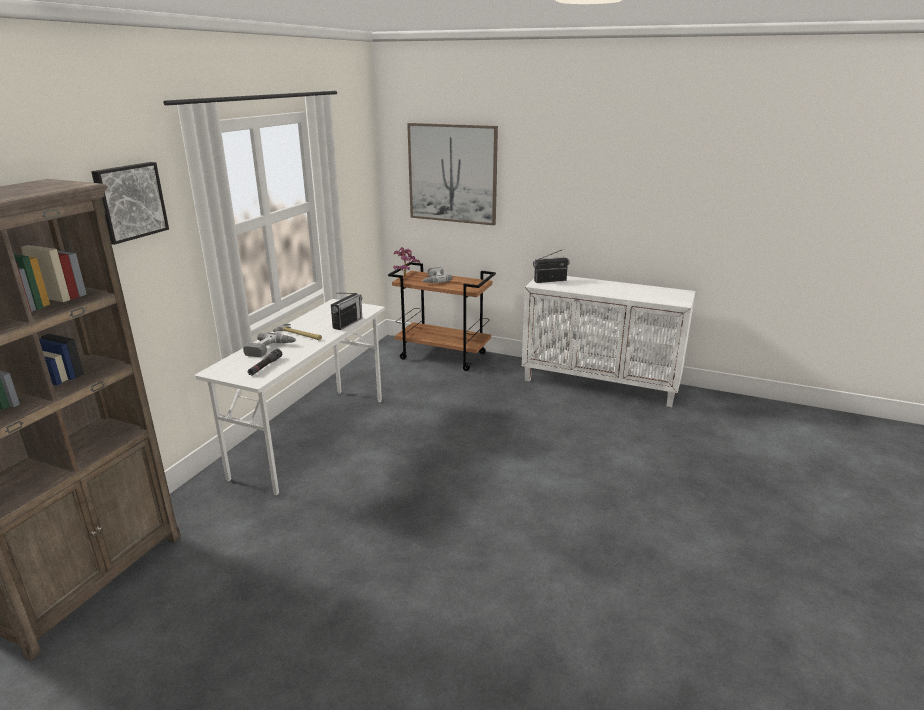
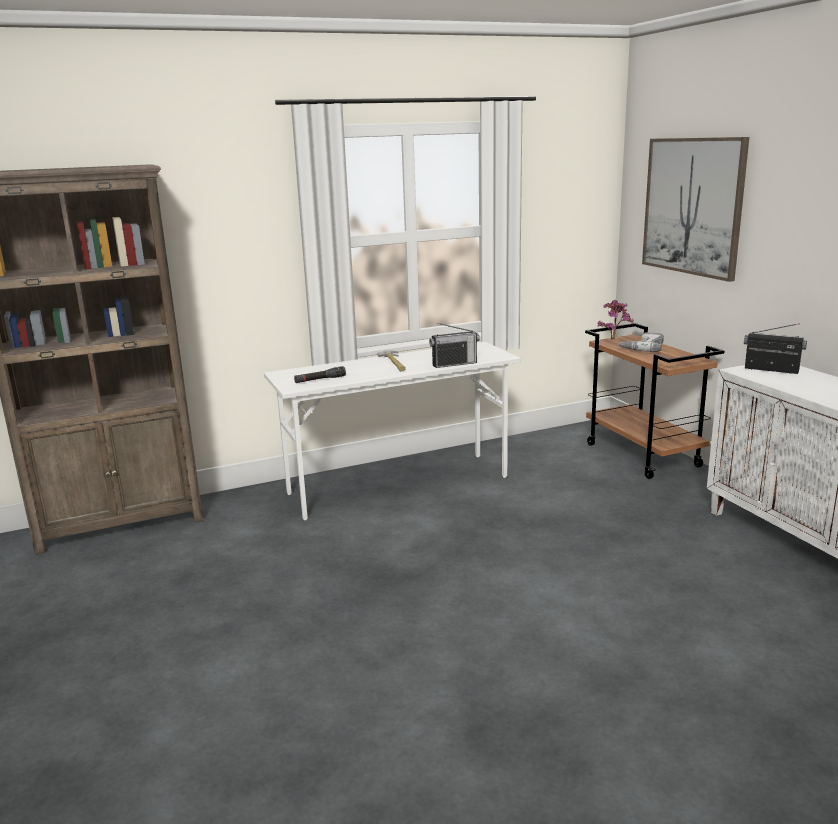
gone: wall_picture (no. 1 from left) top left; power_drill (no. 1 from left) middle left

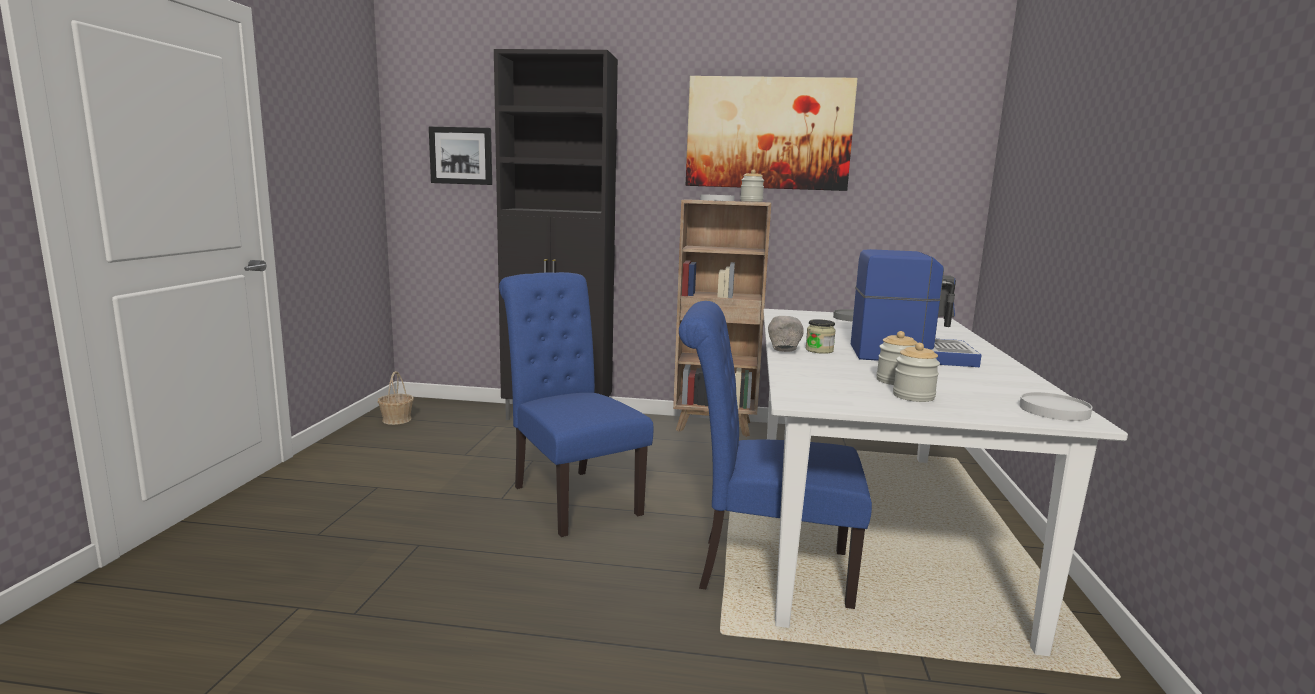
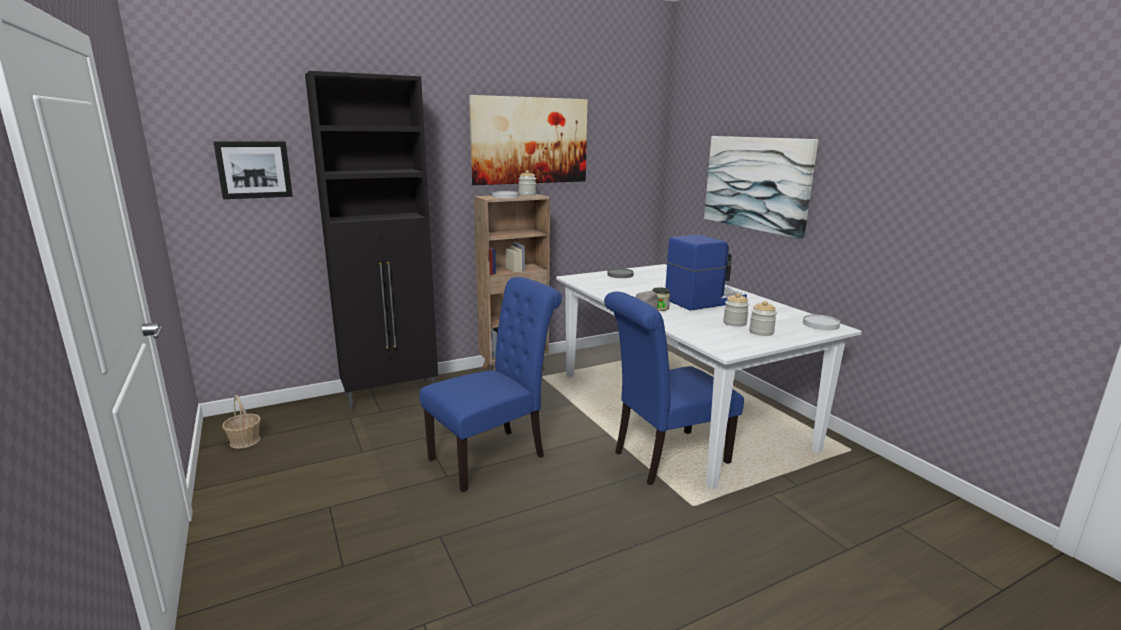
new: wall_picture (no. 3 from left) top right
rotated: blue-coloured_chair (no. 1 from left) centre = centre 120 degrees clockwise

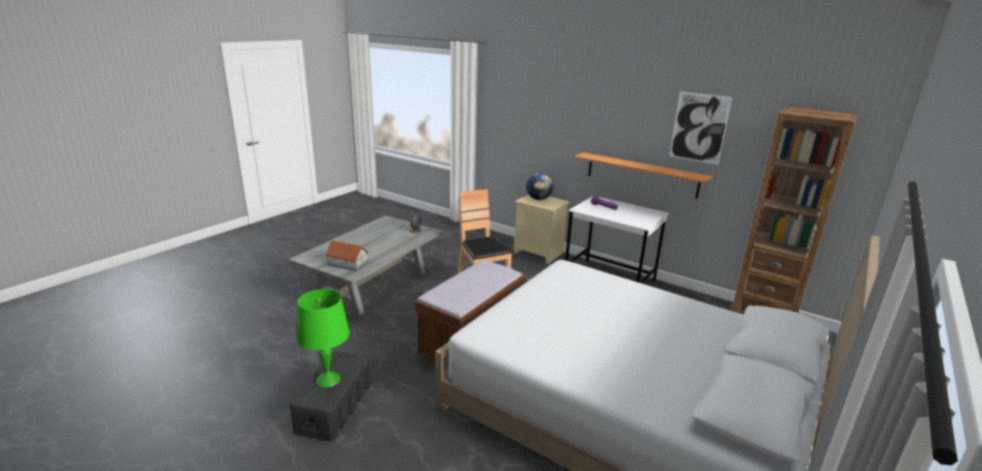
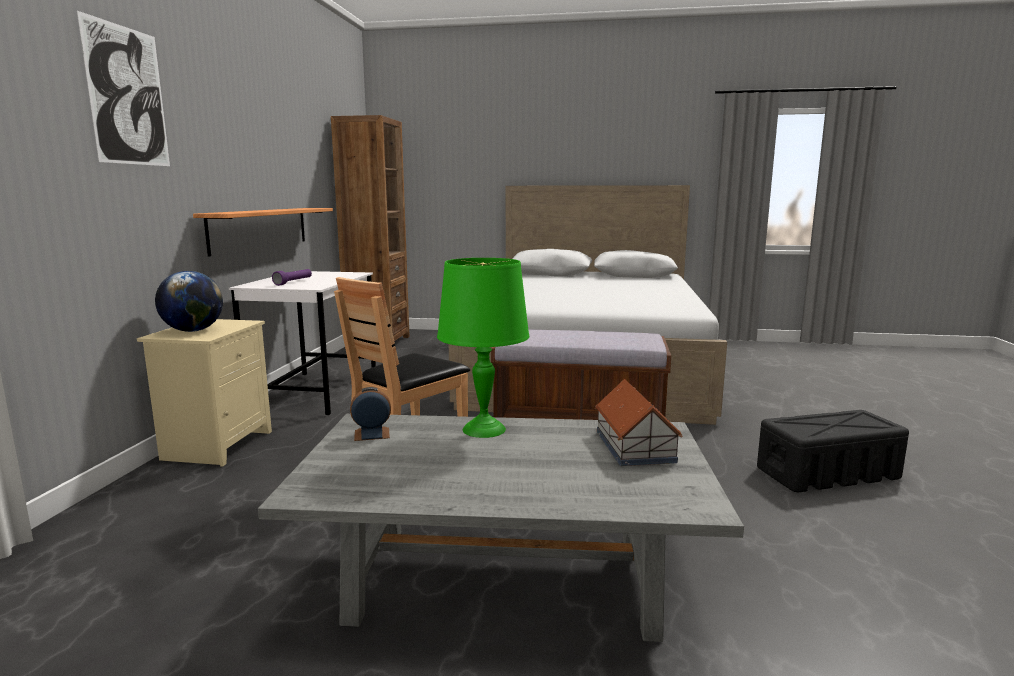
shifted: wall_picture top right to top left; greenish_table_lamp bottom left to centre

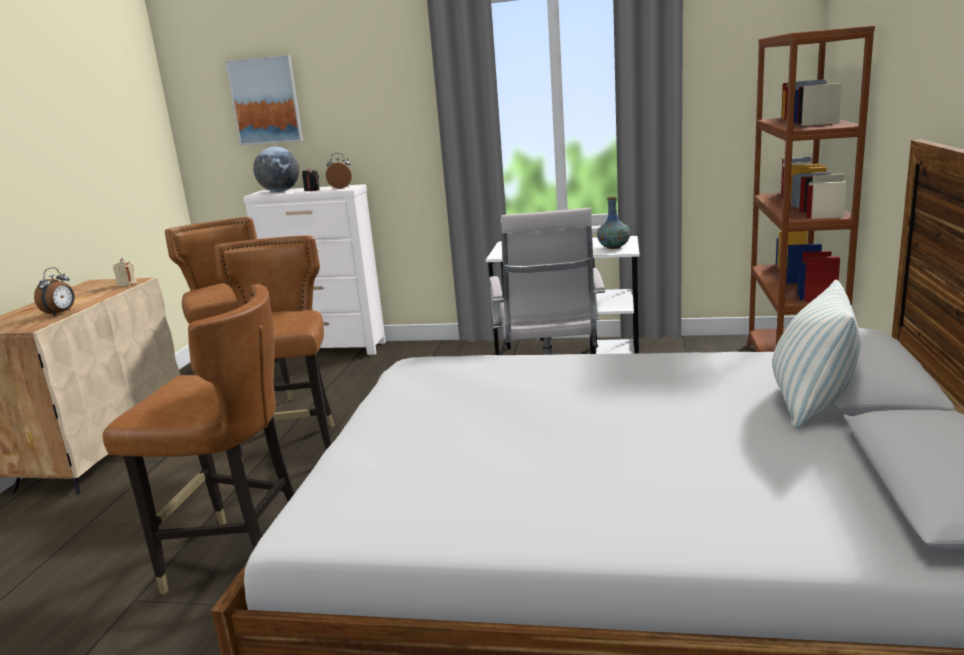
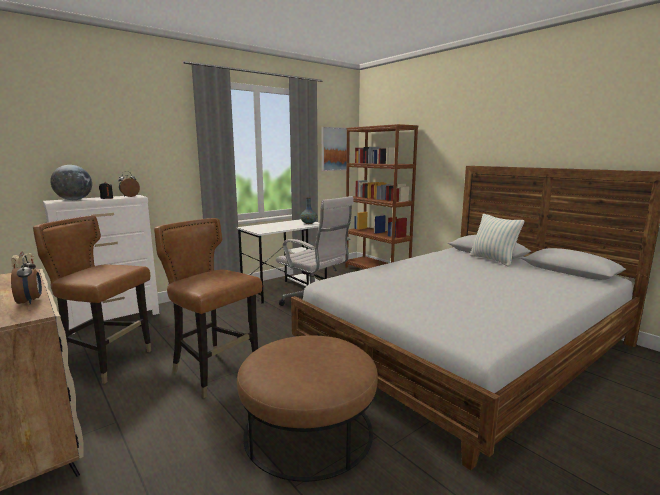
shifted: wall_picture top left to top centre
swapped: brown-coloured_chair (no. 1 from left) bottom left to brown-coloured_ottoman bottom centre

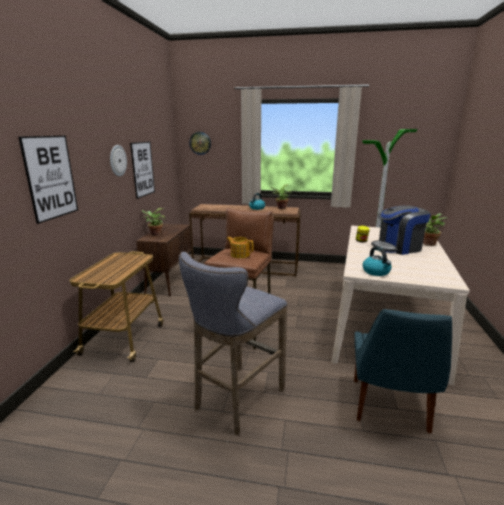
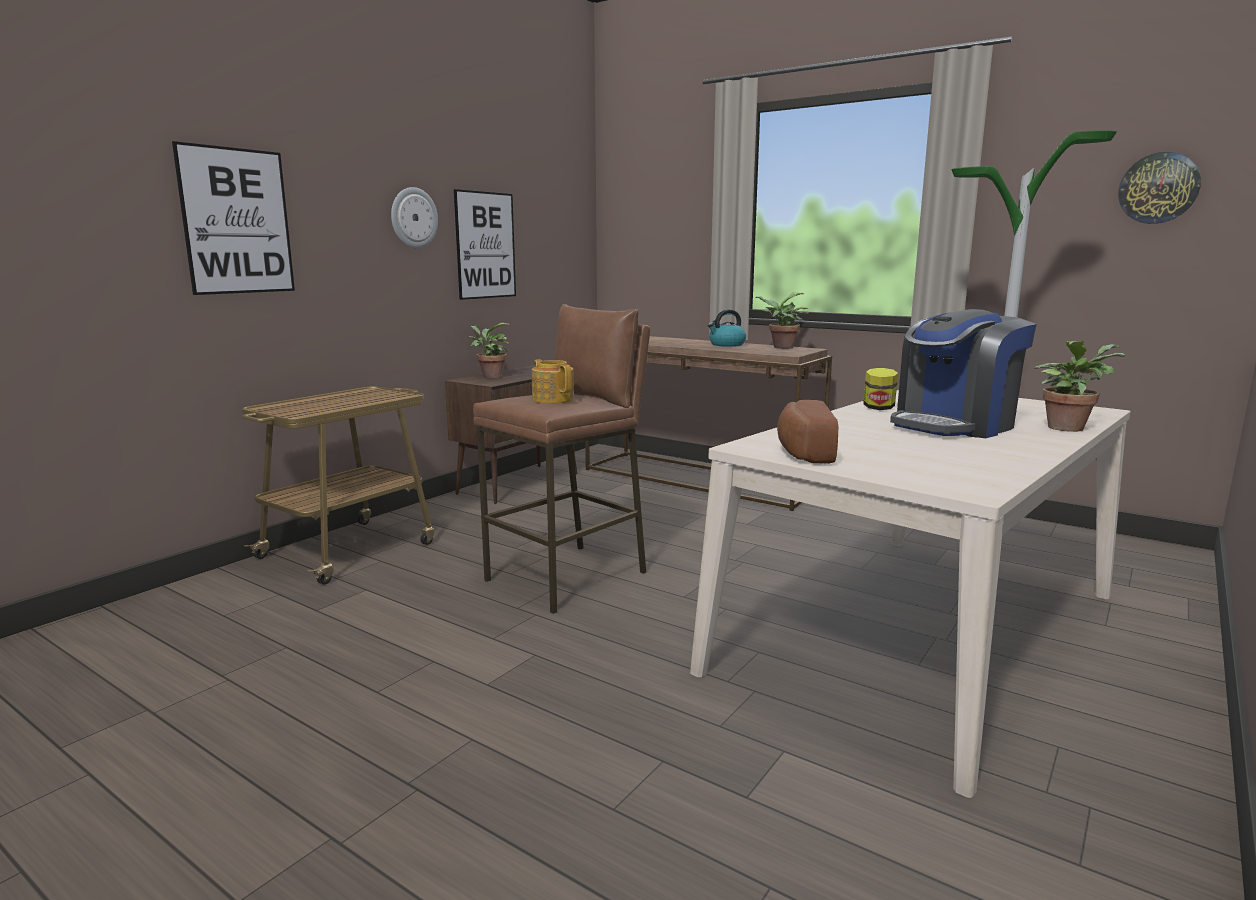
gone: gray_stool_seat bottom centre; blue-coloured_chair bottom right
shifted: wall_clock (no. 2 from left) top centre to top right
swapped: kettle (no. 2 from left) middle right to baked_bread centre
rotated: coffee_maker middle right = middle right 45 degrees counterclockwise

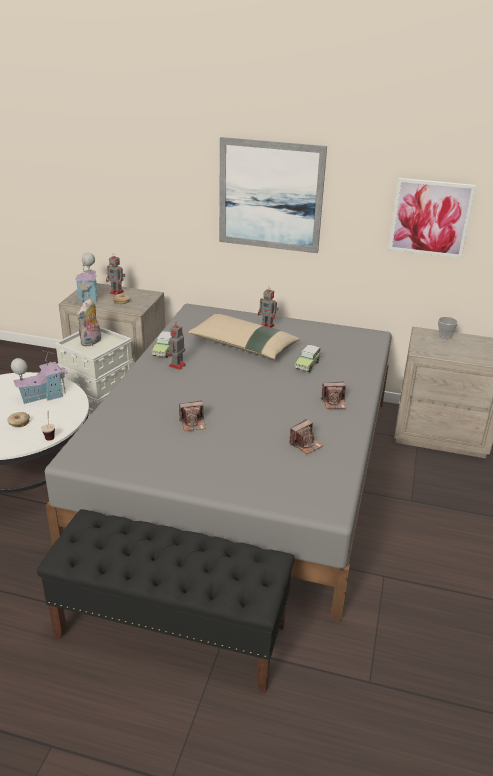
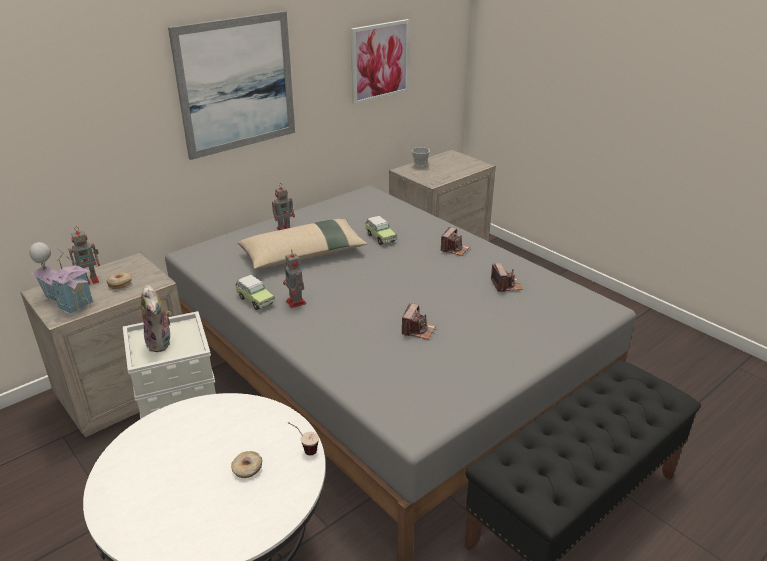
gone: miniature_house (no. 1 from left) middle left

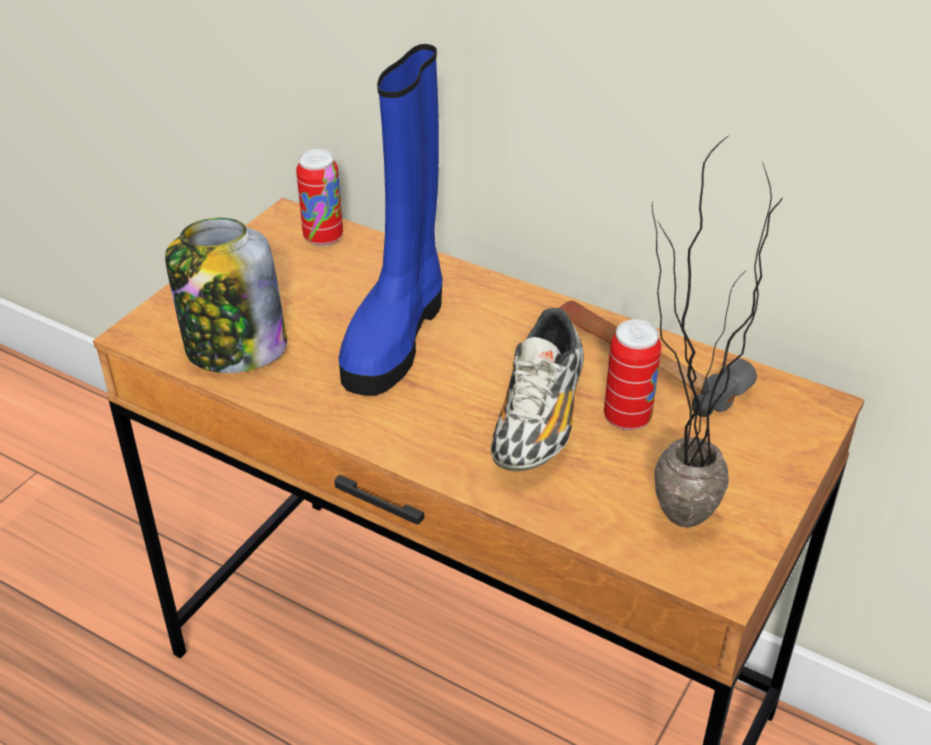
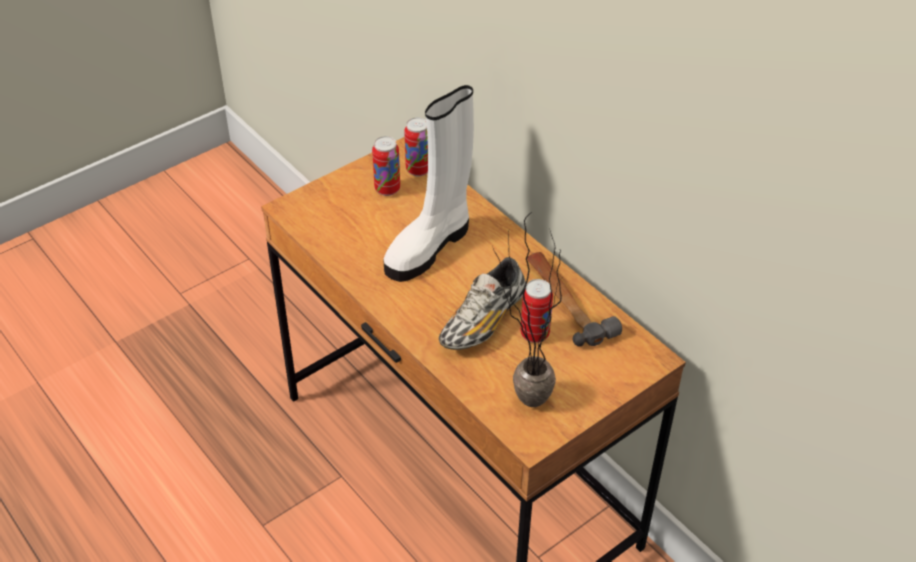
gone: jar middle left
new: sealed_can (no. 1 from left) top centre
repainted: blue-coloured_boot top centre to white-coloured_boot top centre

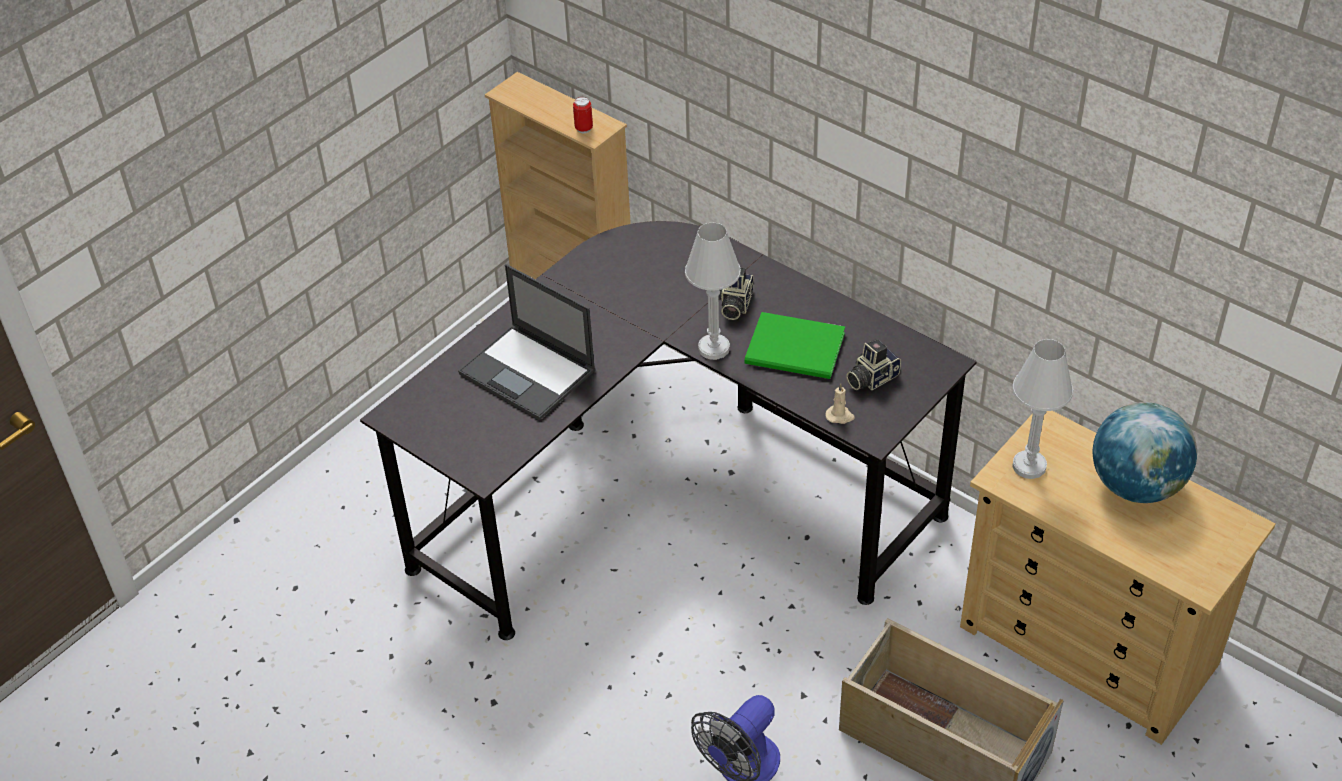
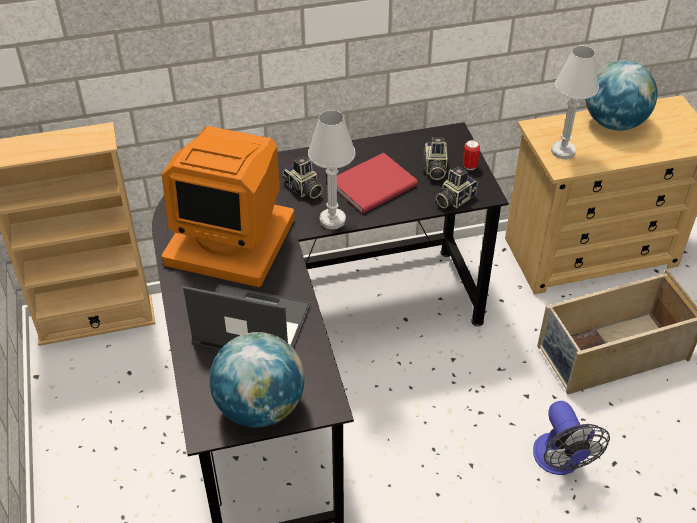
new: computer_display middle left; globe (no. 1 from left) bottom centre
shifted: sealed_can top centre to top right
swapped: beige-coloured_candle centre to still_camera (no. 3 from left) centre
repainted: greenish_volume centre to red-coloured_volume centre
rotated: laptop centre = centre 150 degrees counterclockwise

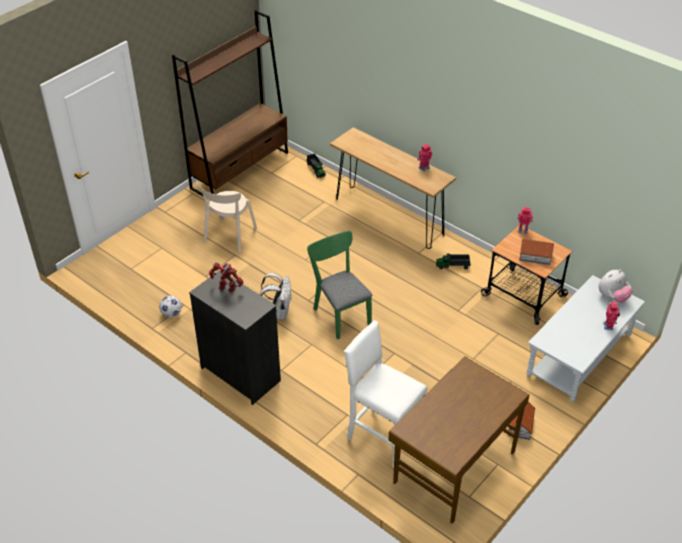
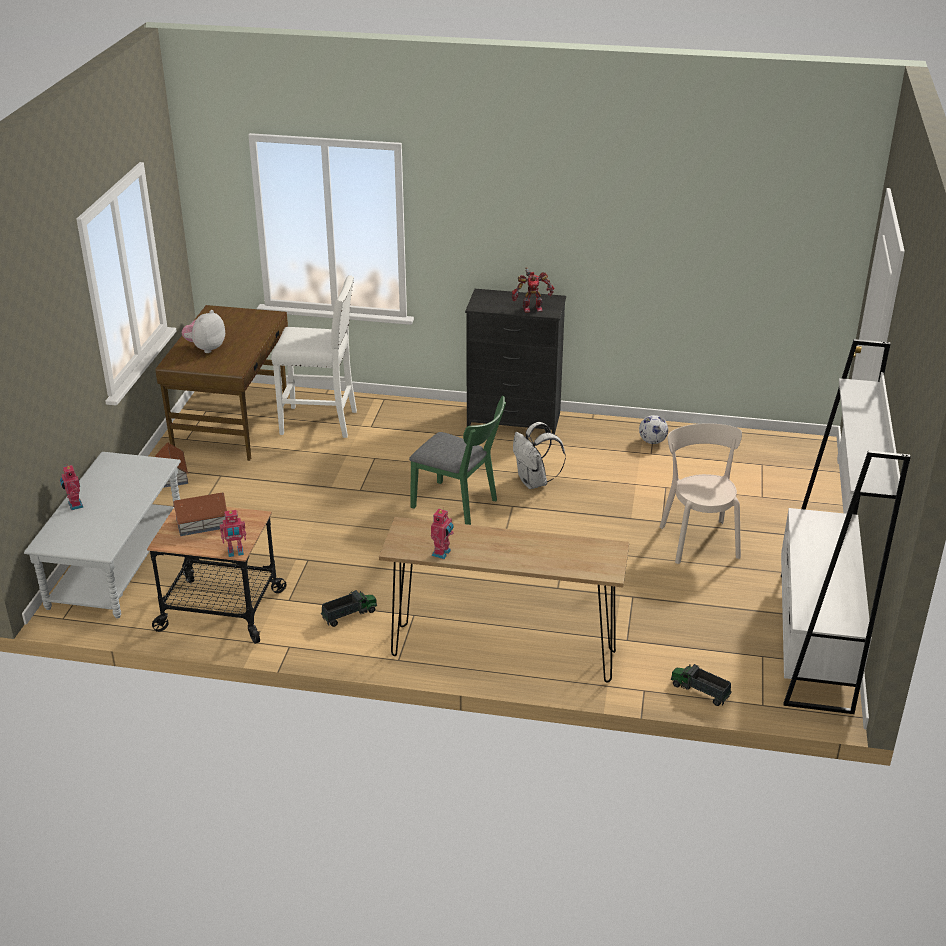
shifted: cuddly_toy middle right to middle left
repainted: brown-coloured_bookcase top centre to white-coloured_bookcase middle right

